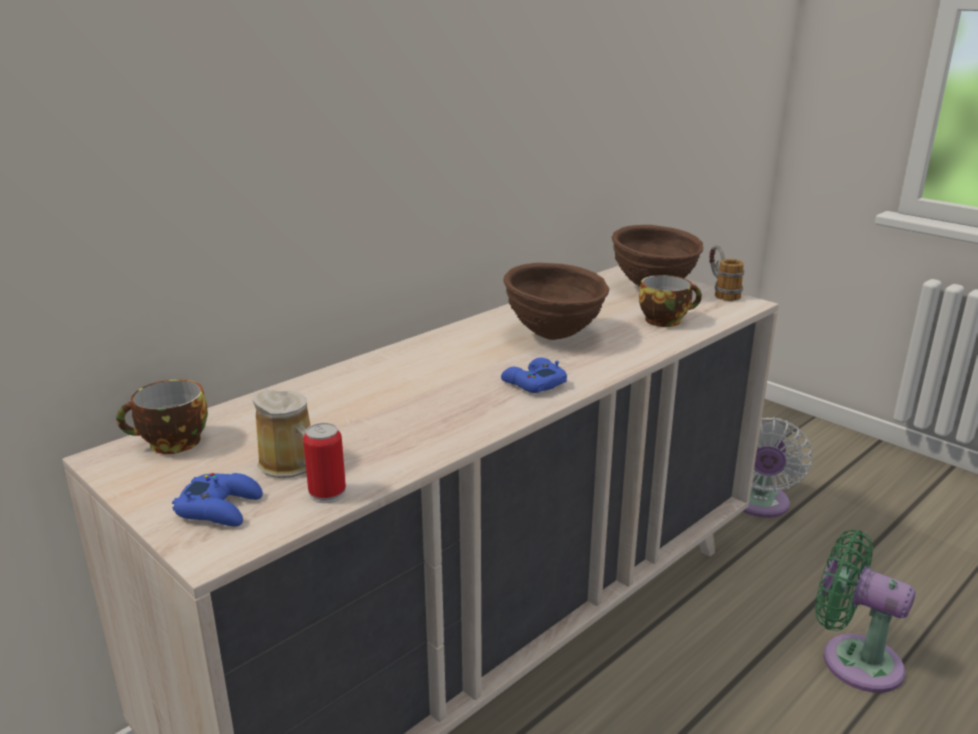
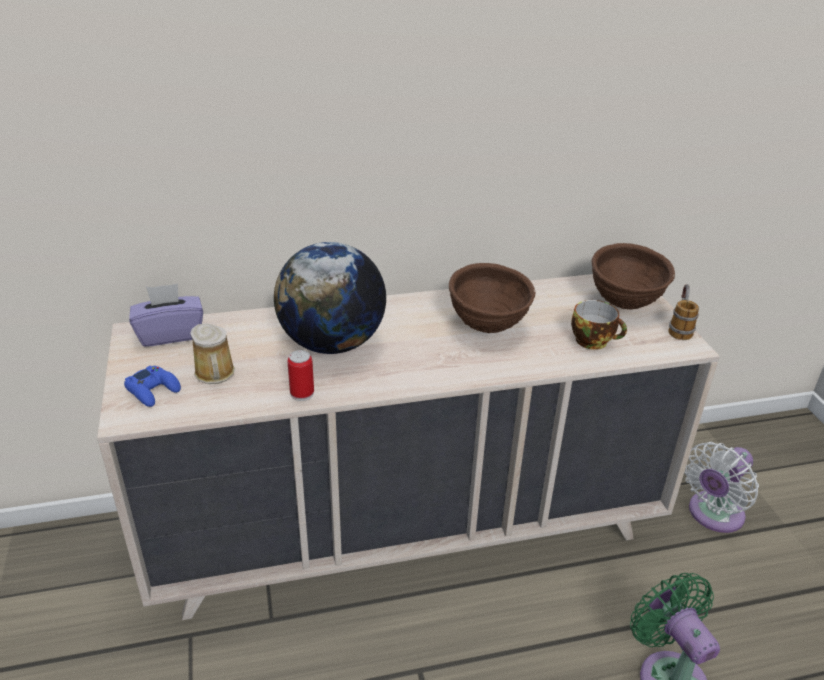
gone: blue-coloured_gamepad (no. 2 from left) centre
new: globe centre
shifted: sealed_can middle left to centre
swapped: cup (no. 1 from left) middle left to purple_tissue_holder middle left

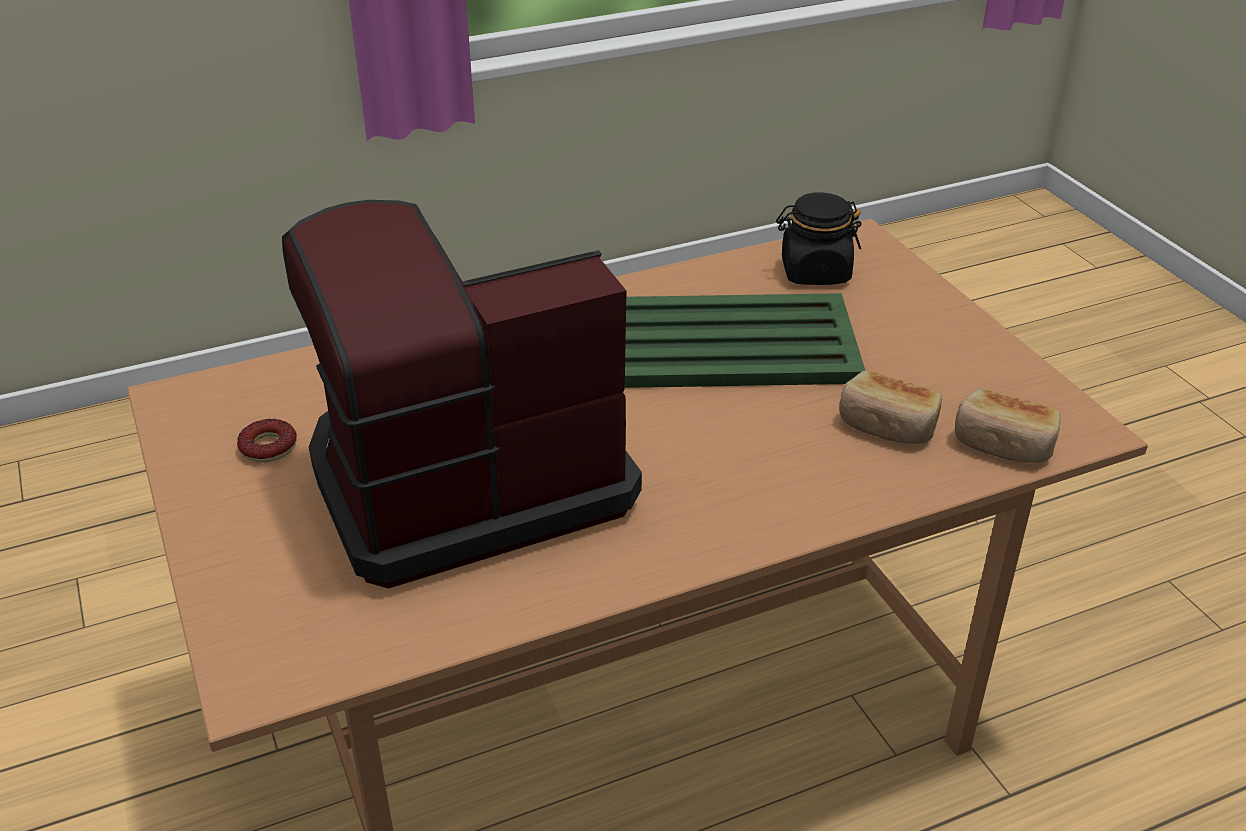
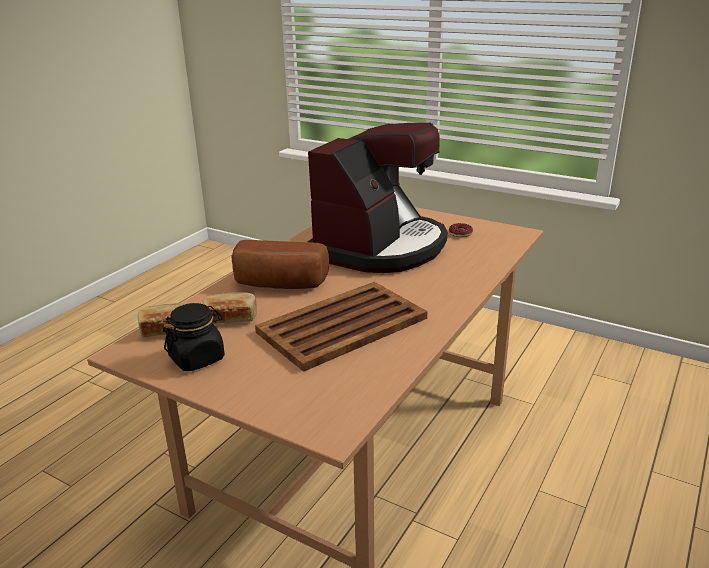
new: baked_bread (no. 3 from left) centre
shifted: black-coloured_jar top centre to middle left
repainted: greenish_serving_tray centre to brown-coloured_serving_tray centre

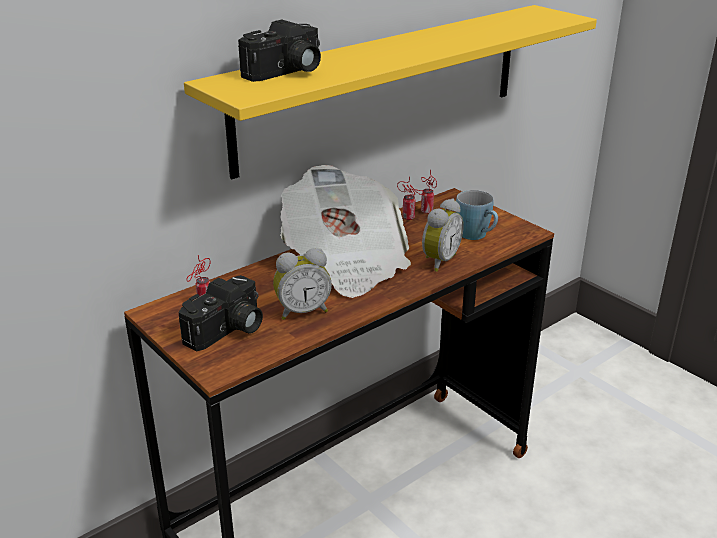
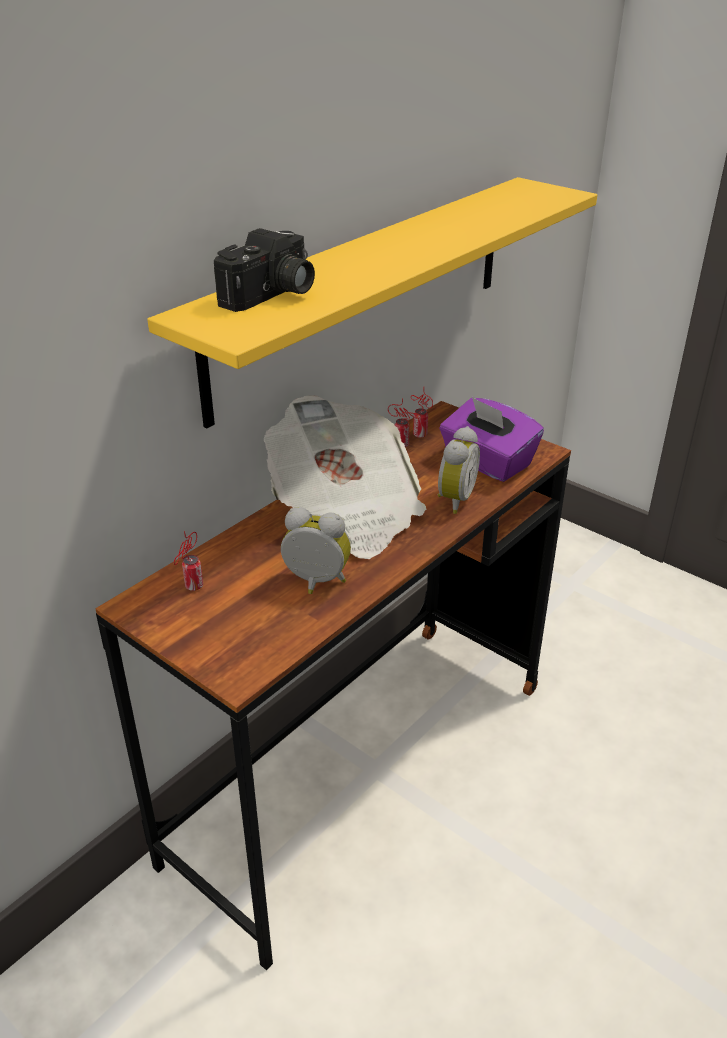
gone: still_camera (no. 1 from left) middle left
swapped: blue-coloured_coffee_mug centre to purple_tissue_holder middle right
rotated: alarm_clock (no. 1 from left) centre = centre 135 degrees counterclockwise

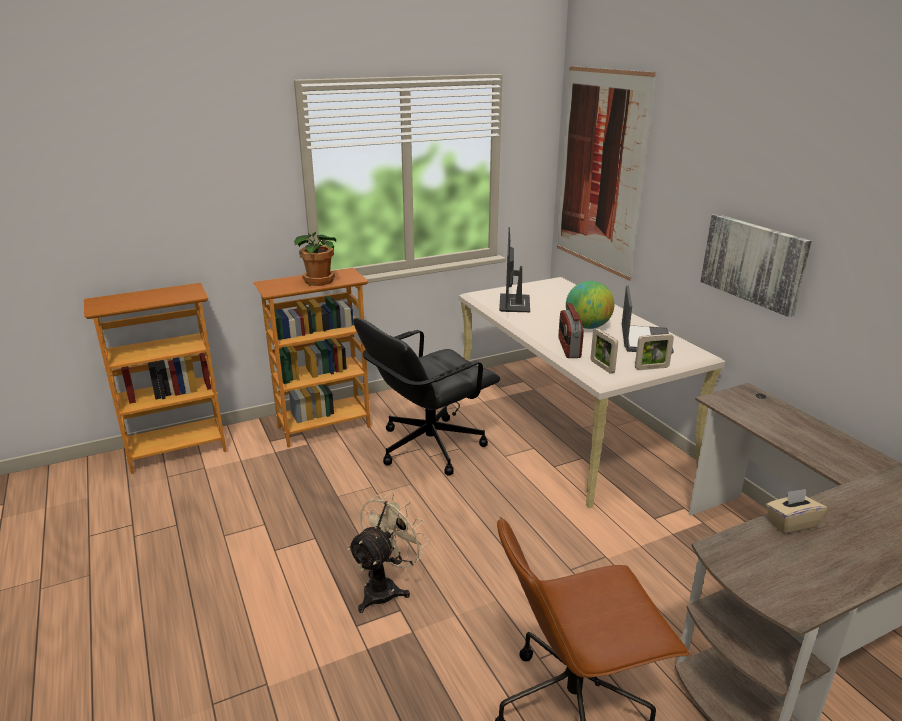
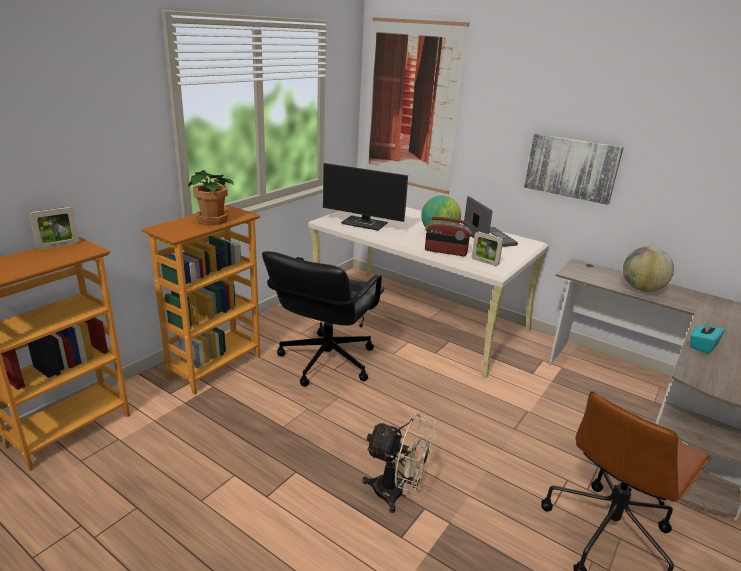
new: globe (no. 2 from left) middle right
shifted: picture_frame (no. 2 from left in the first image) middle right to picture_frame (no. 1 from left) middle left
repainted: beige-coloured_tissue_holder bottom right to turquoise_tissue_holder middle right
rotated: computer_display centre = centre 45 degrees counterclockwise; radio centre = centre 45 degrees counterclockwise; beige-coloured_fan bottom centre = bottom centre 105 degrees clockwise

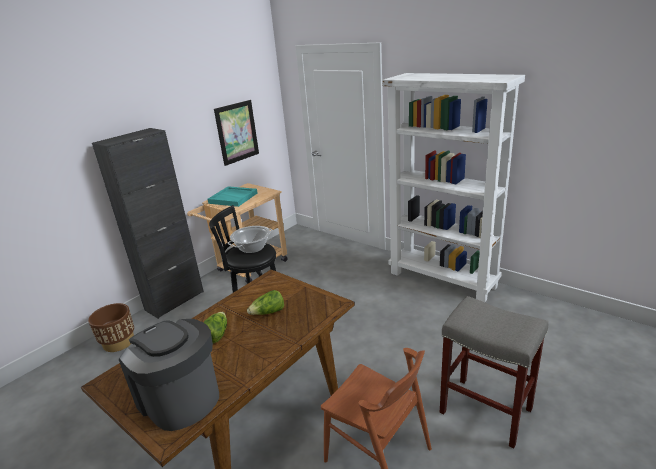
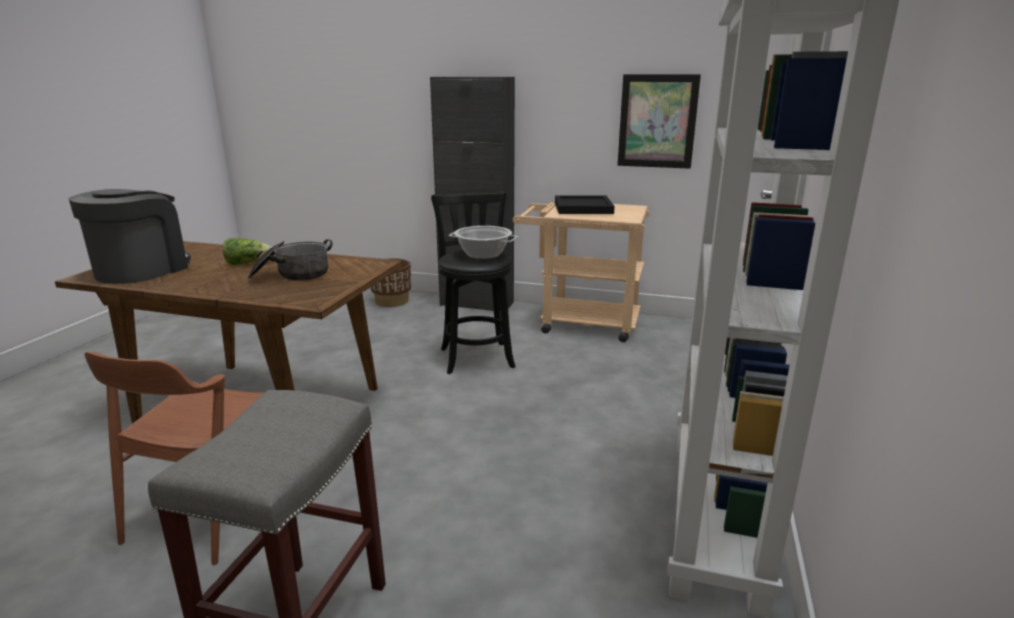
swapped: lettuce (no. 2 from left) centre to saucepot (no. 1 from left) middle left
repainted: turquoise_serving_tray centre to black-coloured_serving_tray top centre

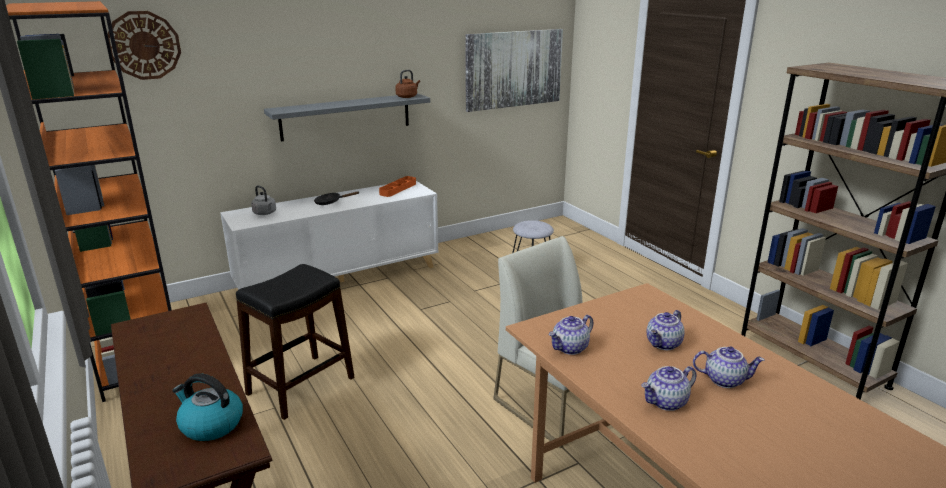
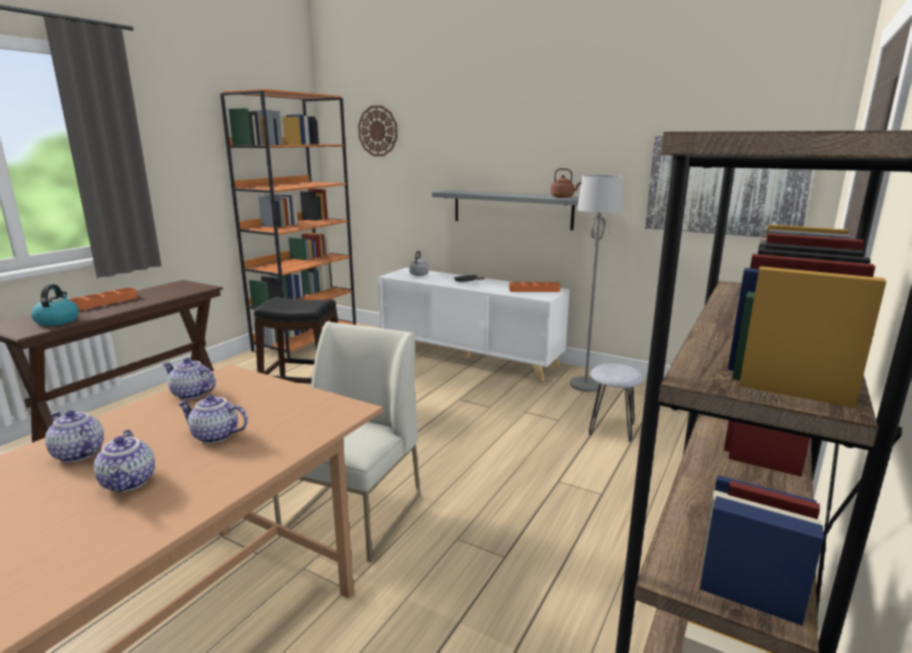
new: gray_standing_lamp centre; orangey_serving_tray (no. 1 from left) middle left

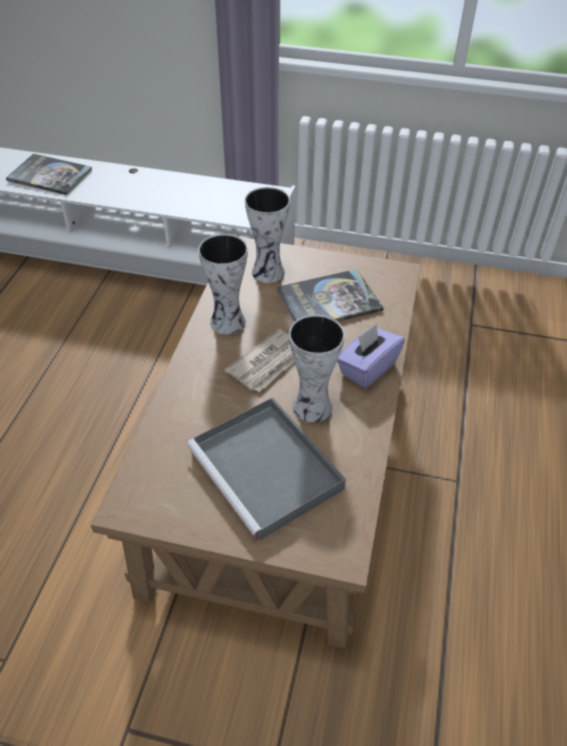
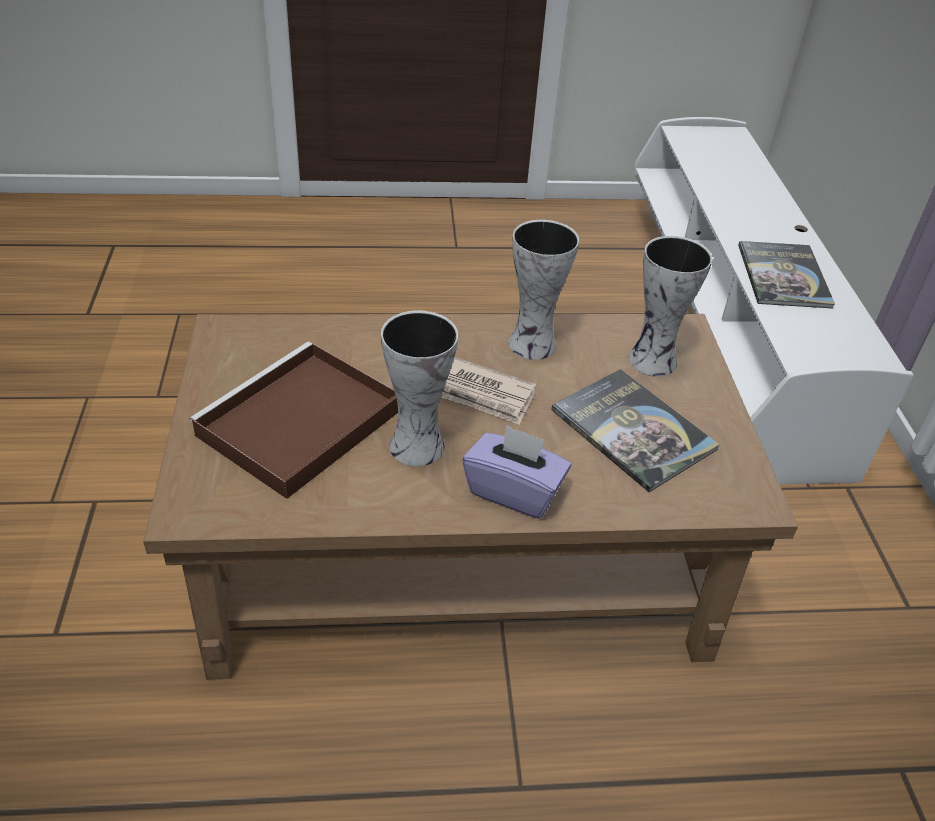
shifted: volume (no. 1 from left in the first image) top left to volume (no. 2 from left) middle right
repainted: gray_serving_tray centre to brown-coloured_serving_tray middle left

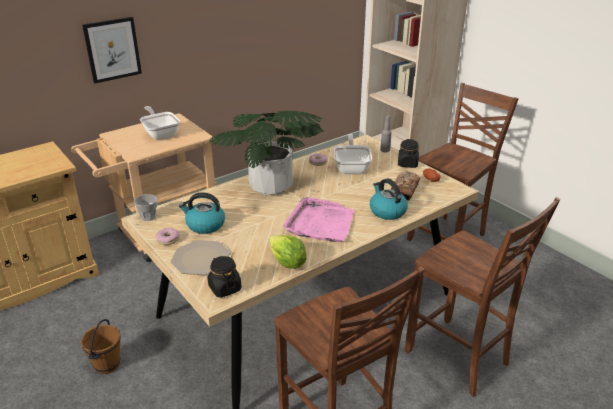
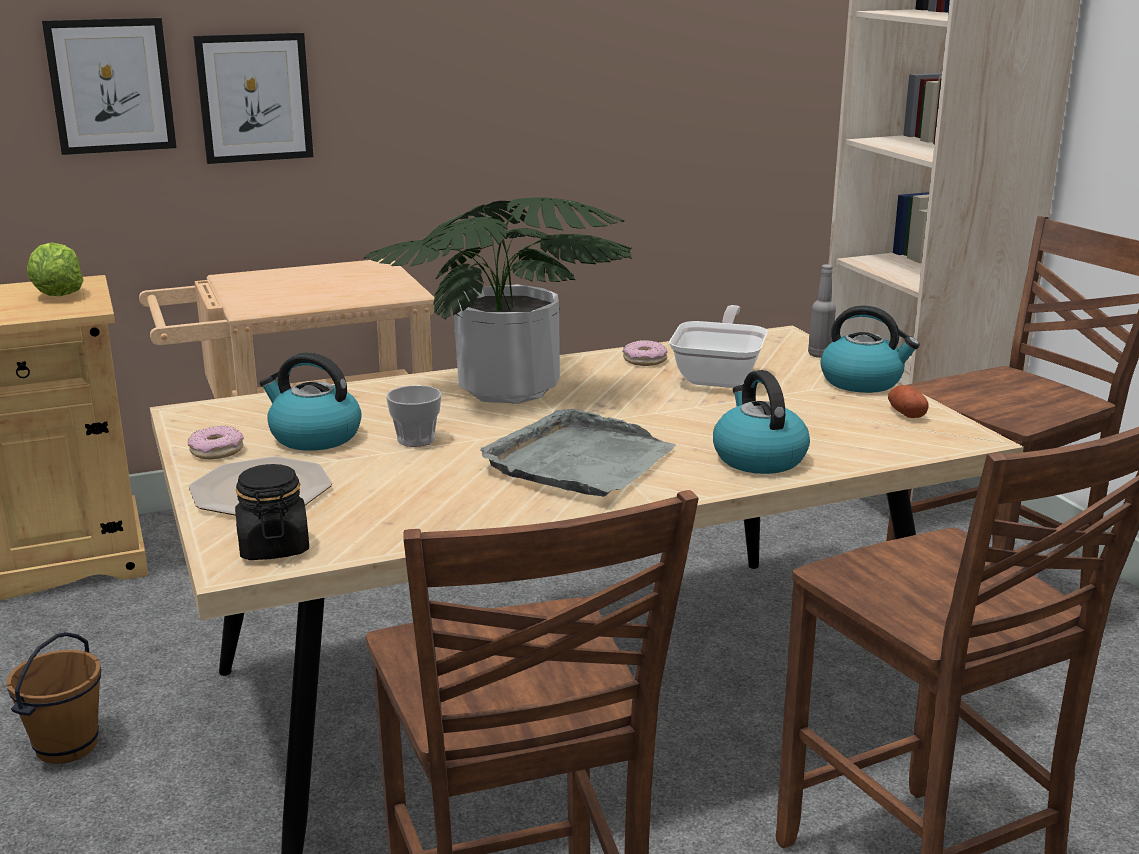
gone: pan (no. 1 from left) top left; baked_bread centre
new: wall_picture (no. 1 from left) top left
shifted: cup middle left to centre; lettuce centre to top left
swapped: black-coloured_jar (no. 2 from left) centre to kettle (no. 3 from left) middle right
repainted: pinkish_serving_tray centre to gray_serving_tray centre

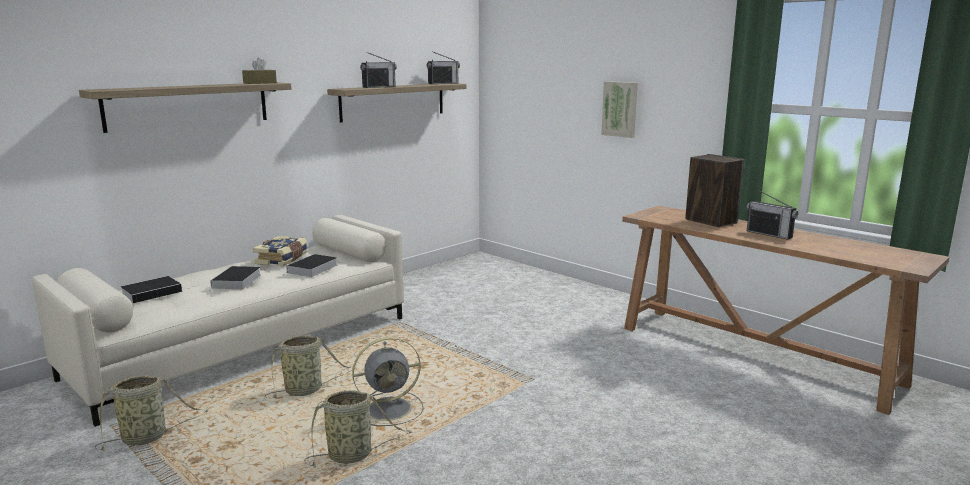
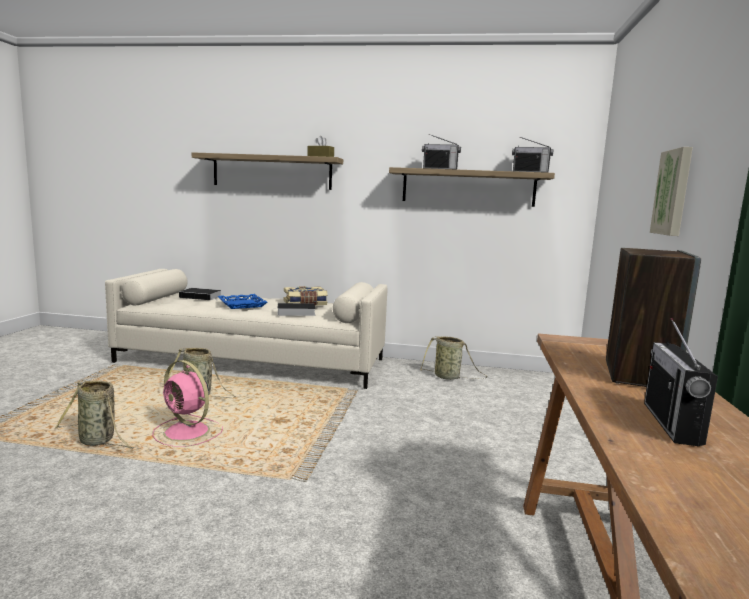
shifted: basket (no. 1 from left in the first image) bottom left to basket (no. 3 from left) centre
swapped: volume (no. 2 from left) middle left to blue-coloured_serving_tray middle left
repainted: gray_fan bottom centre to pinkish_fan bottom left

